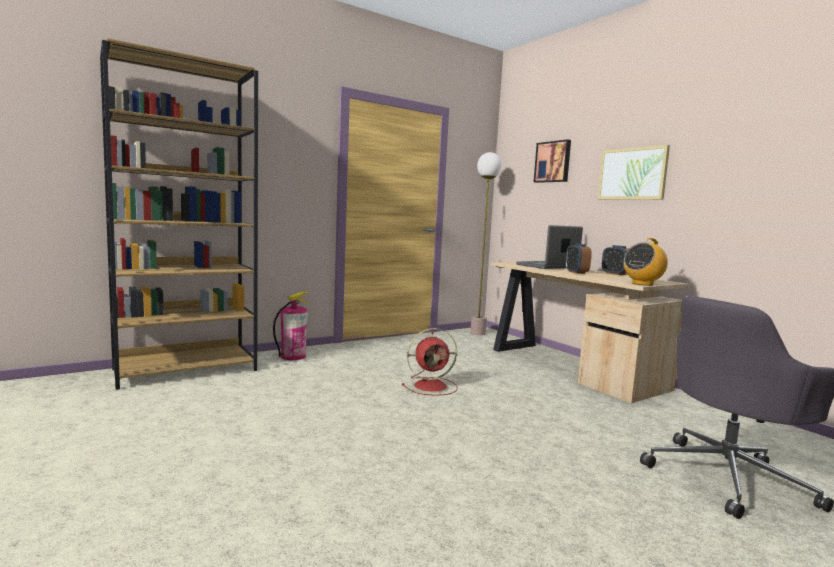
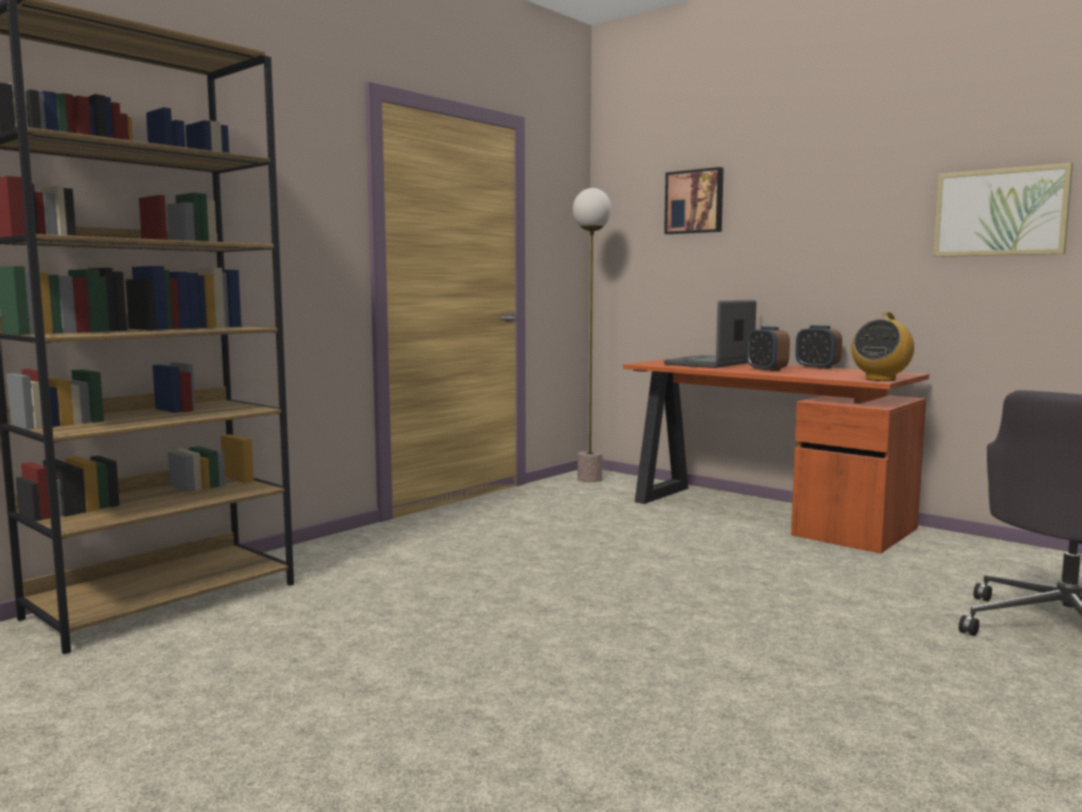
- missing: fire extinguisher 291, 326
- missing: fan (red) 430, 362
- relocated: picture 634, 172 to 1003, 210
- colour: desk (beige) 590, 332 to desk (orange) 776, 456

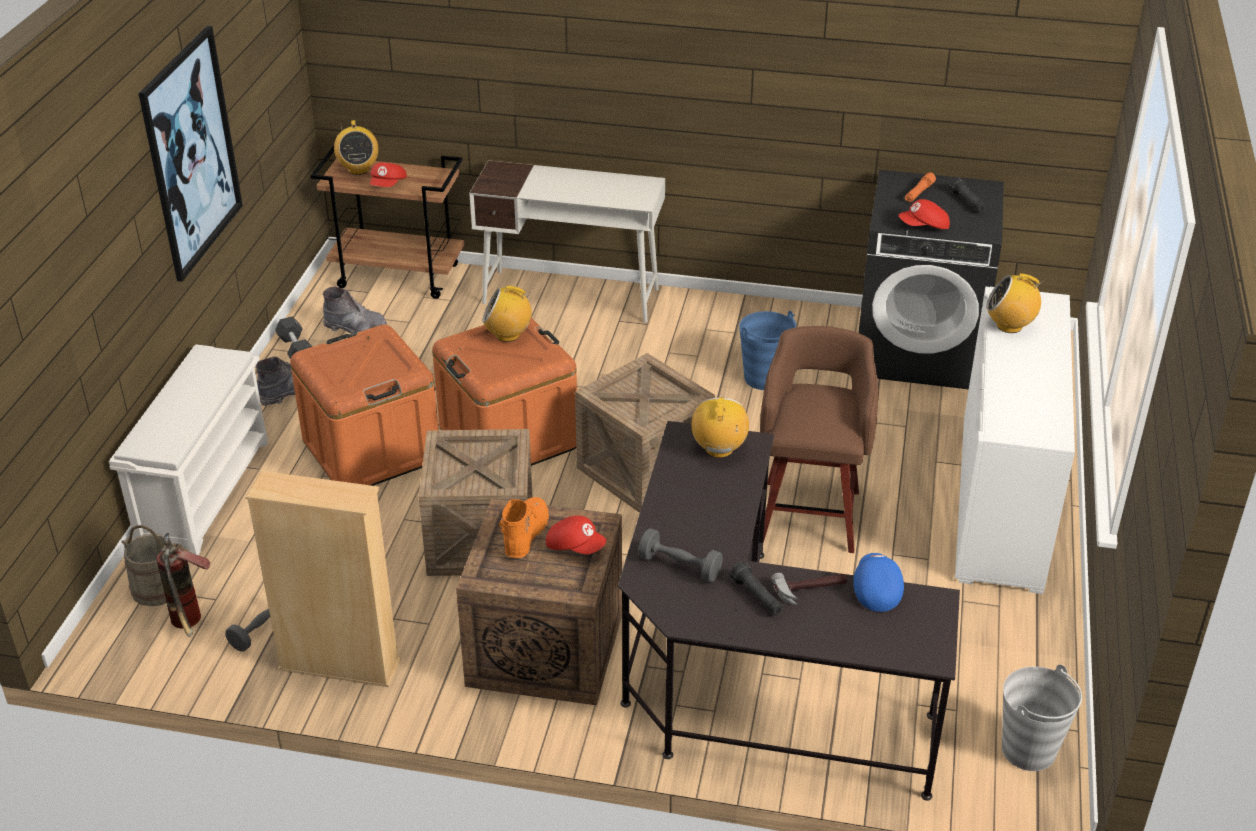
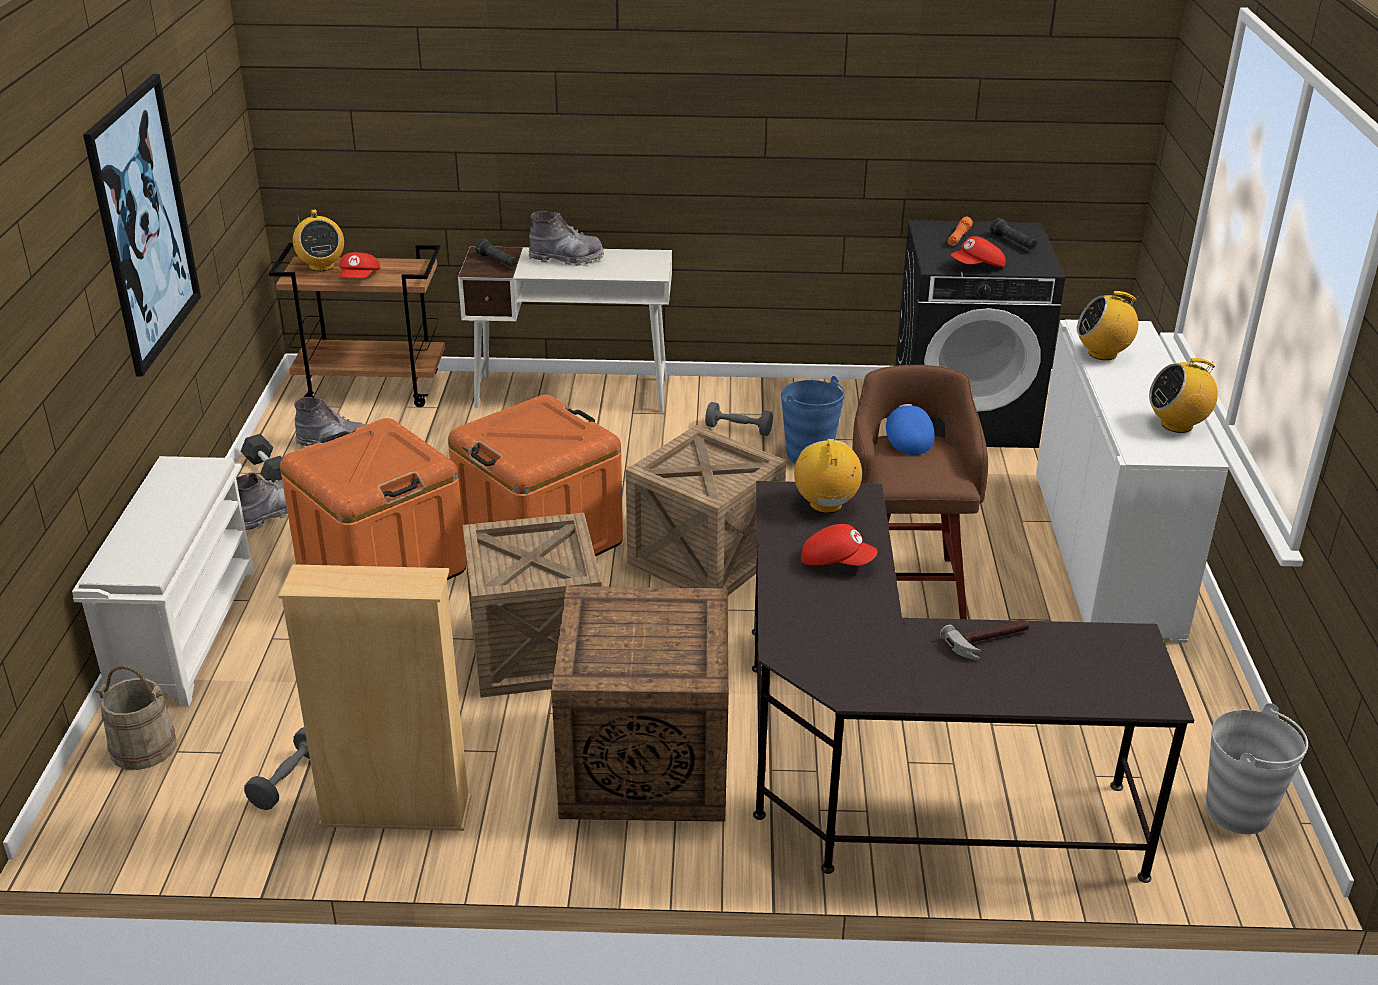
- missing: fire extinguisher 183, 585
- missing: boot (orange) 524, 527
- appeared: boot (grey) 566, 238
- relocated: radio 507, 314 to 1183, 395
- relocated: cap (red) 576, 535 to 839, 545
- relocated: dumbbell (grey) 680, 555 to 739, 419
- relocated: flashlight (black) 757, 588 to 496, 253
- relocated: cap (blue) 878, 582 to 910, 429

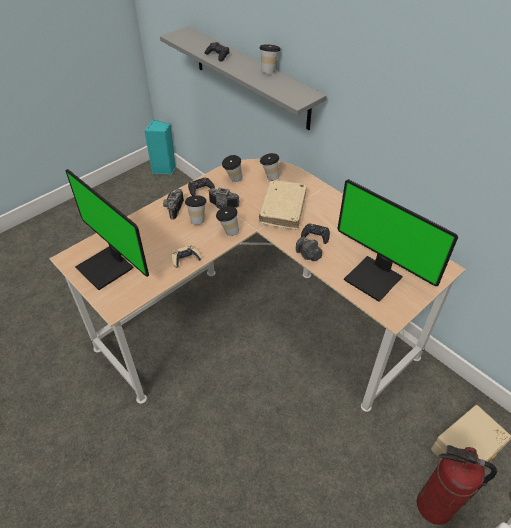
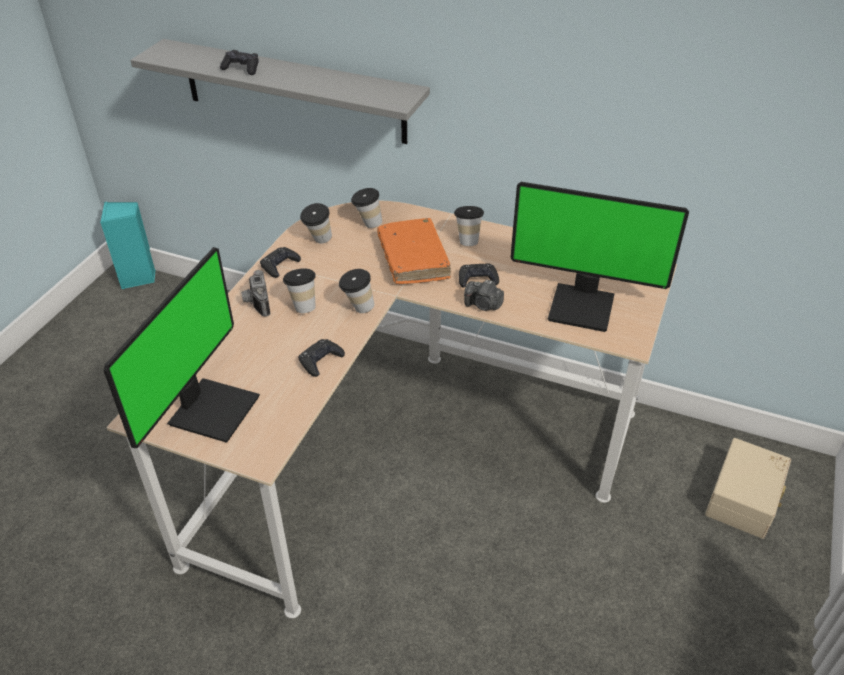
- missing: photo camera 223, 198
- missing: fire extinguisher 457, 485
- relocated: cup 270, 59 to 469, 226
- colour: game controller (beige) 186, 256 to game controller (black) 321, 358
- colour: book (beige) 283, 205 to book (orange) 414, 251
- spun: monitor 107, 229 = 181, 347 90 degrees counterclockwise

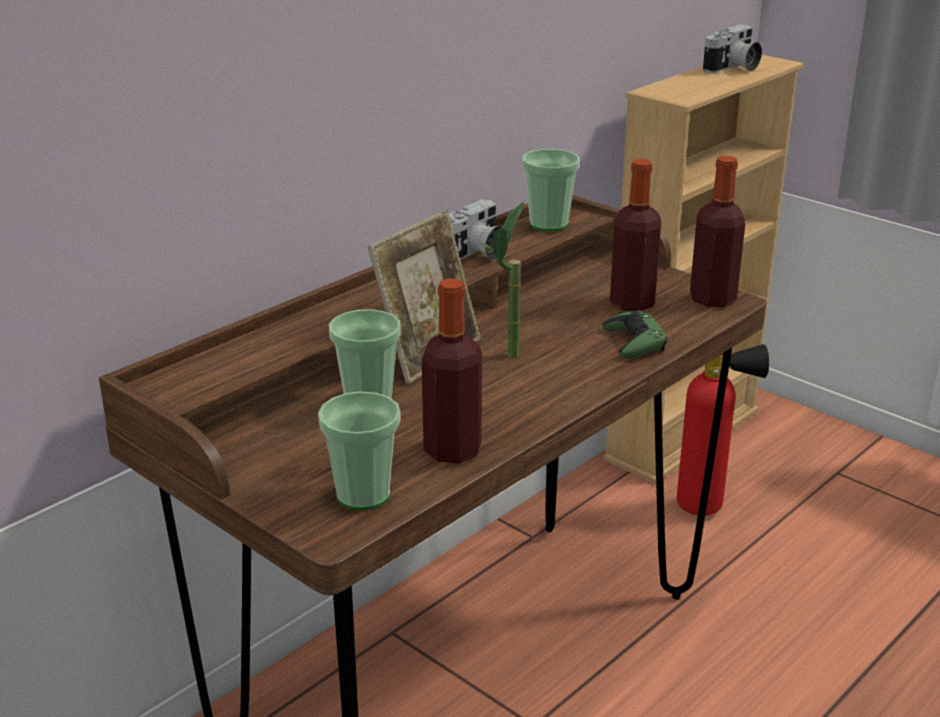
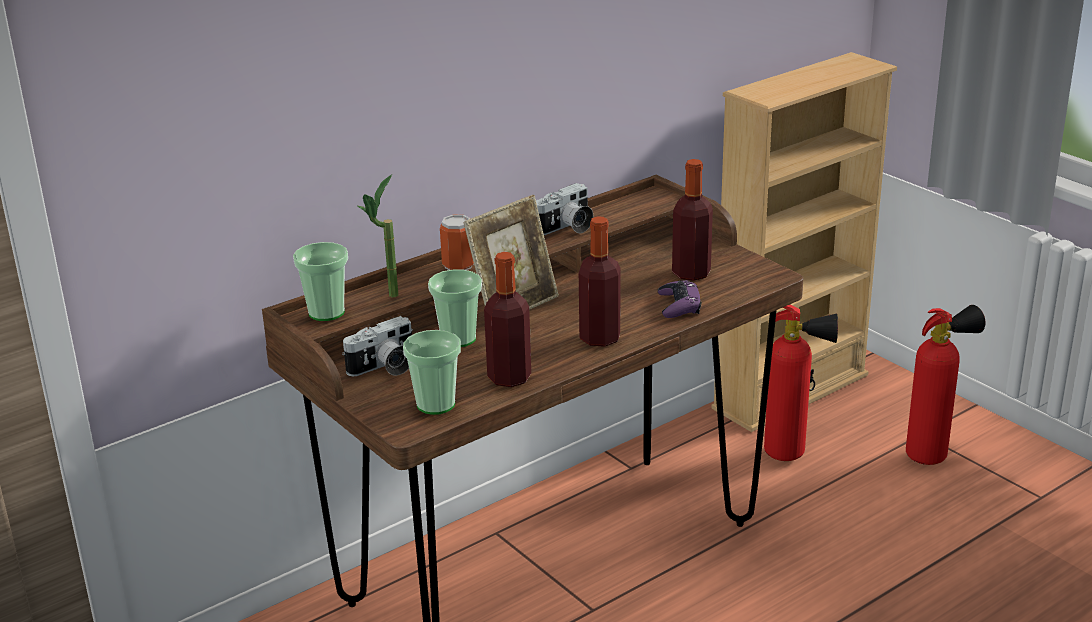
- appeared: can 457, 242
- appeared: fire extinguisher 946, 385
- relocated: potted plant 502, 280 to 378, 235
- relocated: cup 551, 190 to 320, 281
- relocated: bottle 717, 231 to 600, 281
- relocated: photo camera 732, 48 to 377, 346
- colour: game controller (green) 635, 334 to game controller (purple) 679, 299

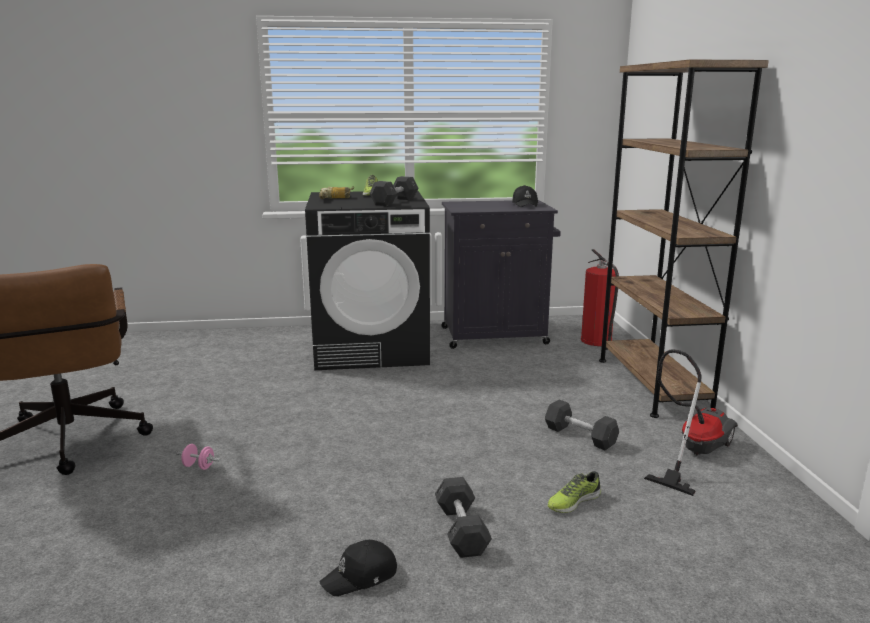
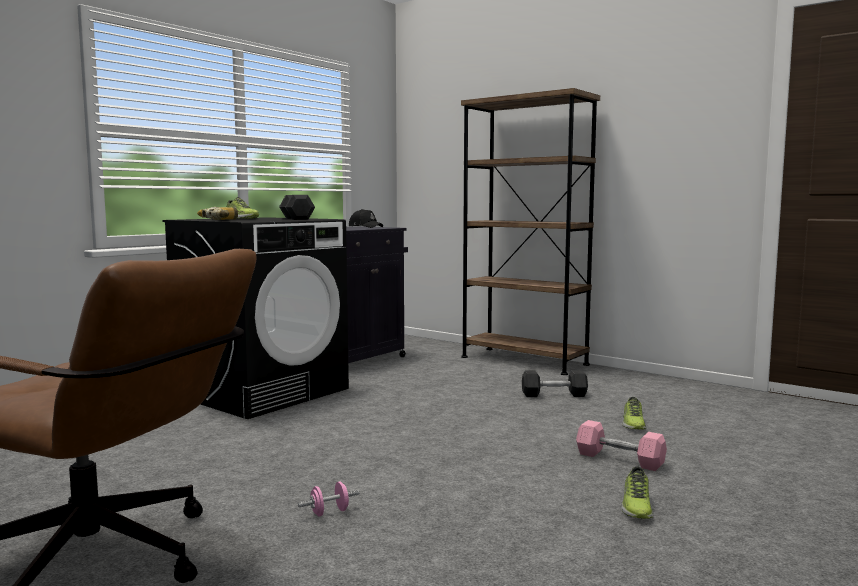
- missing: fire extinguisher 600, 297
- missing: vacuum cleaner 691, 422
- exchanged: cap (black) 358, 568 to shoe 637, 493
- colour: dumbbell (grey) 463, 517 to dumbbell (pink) 621, 445

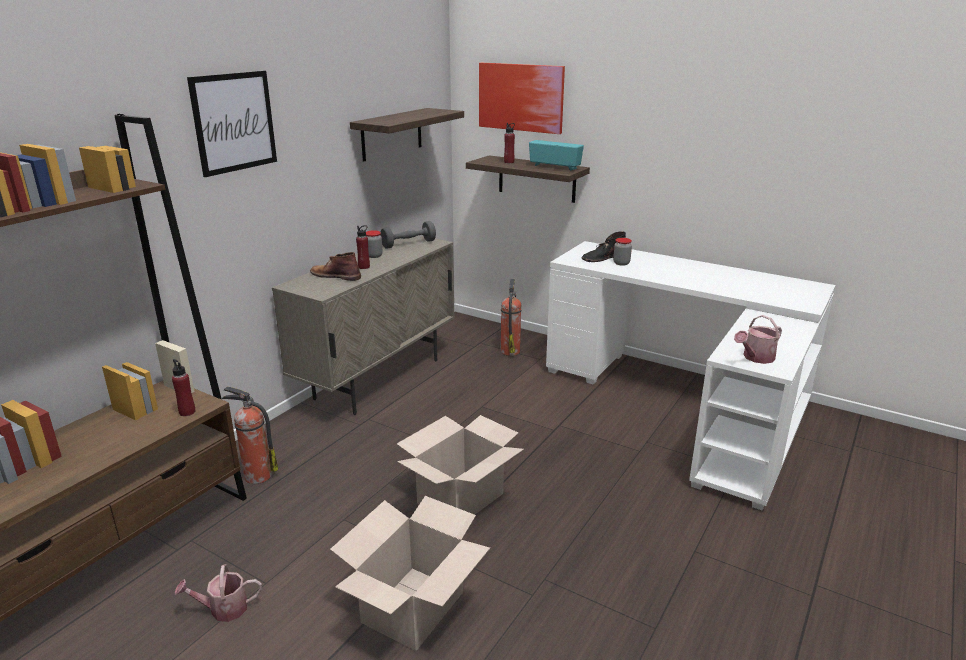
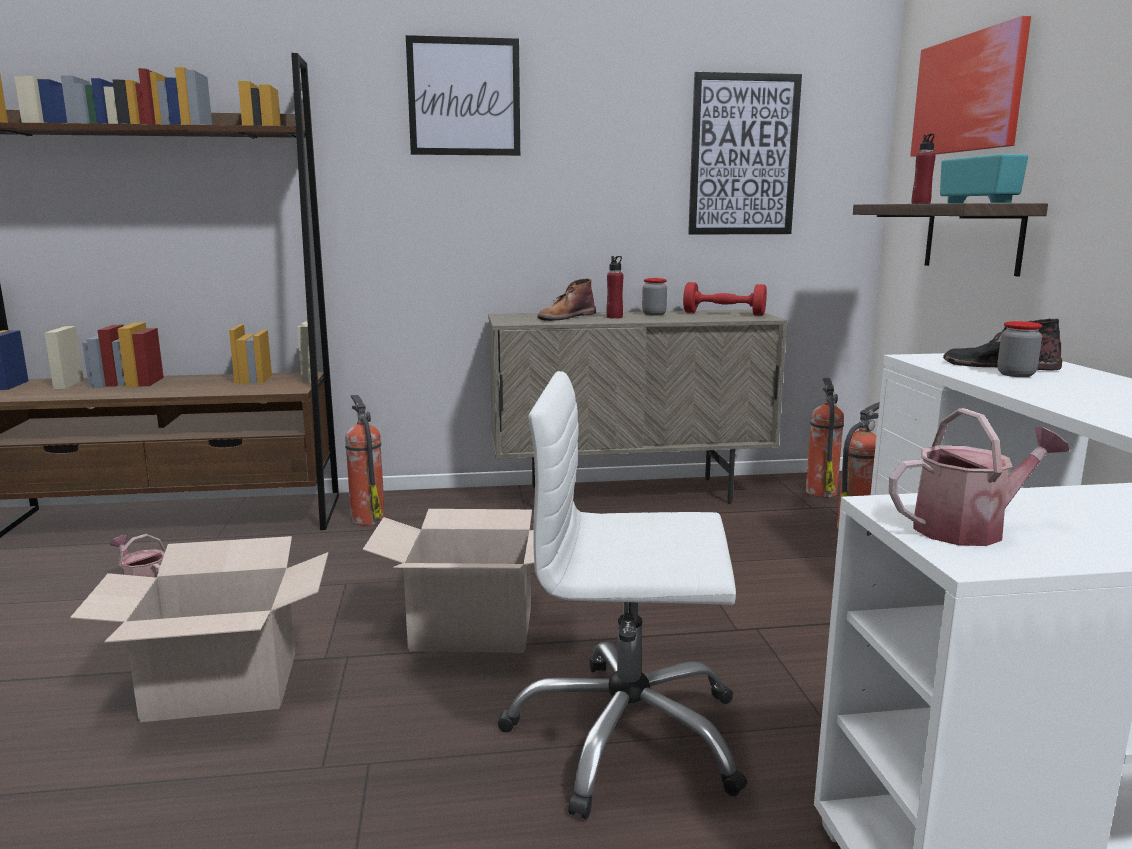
- missing: bottle (red) 183, 387
- appeared: office chair (white) 622, 595
- appeared: fire extinguisher 825, 437
- exchanged: shelf 407, 135 to picture 745, 153
- colour: dumbbell (grey) 408, 235 to dumbbell (red) 725, 299
- spun: boot (brown) 335, 266 = 566, 299 120 degrees counterclockwise
- spun: watering can 758, 339 = 979, 477 150 degrees clockwise

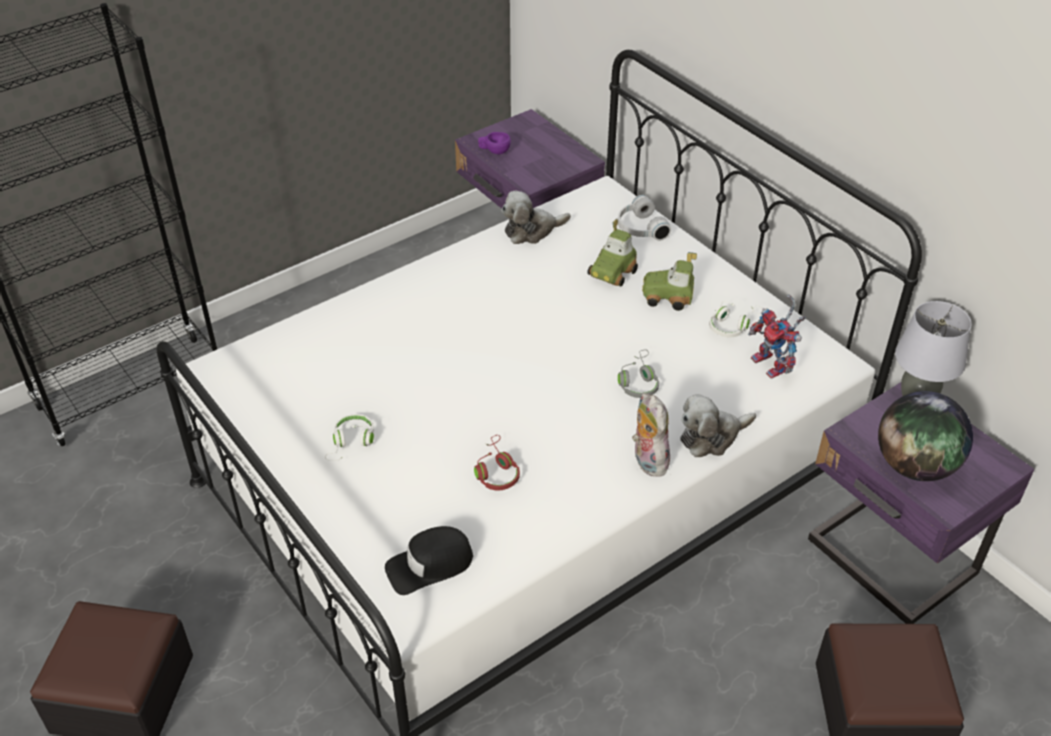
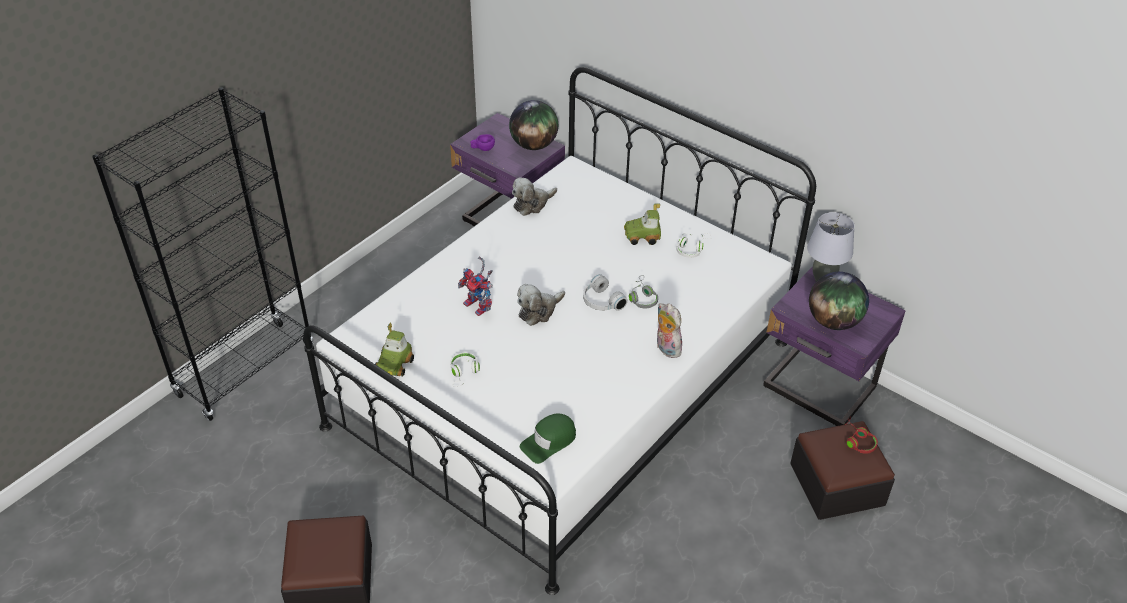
- appeared: globe 533, 125
- relocated: headphones (red) 497, 463 to 861, 435
- relocated: toy car 612, 253 to 394, 350
- relocated: headphones (white) 644, 218 to 605, 292
- relocated: plush toy 718, 425 to 541, 305
- relocated: toy robot 777, 337 to 475, 286
- colour: cap (black) 429, 560 to cap (green) 548, 439

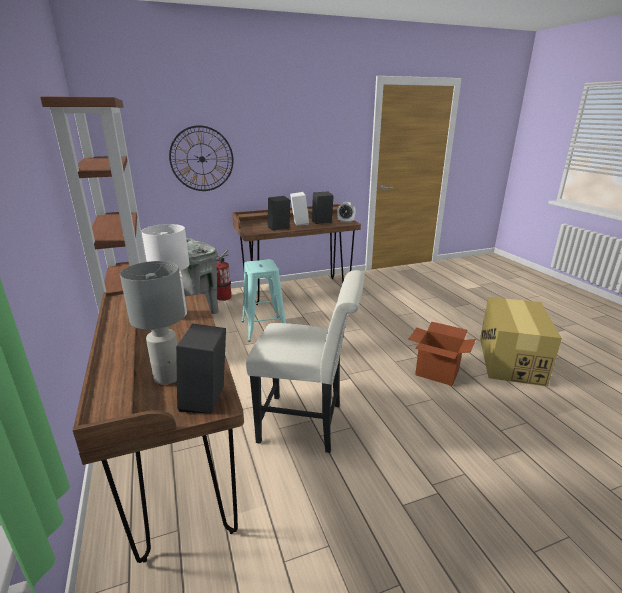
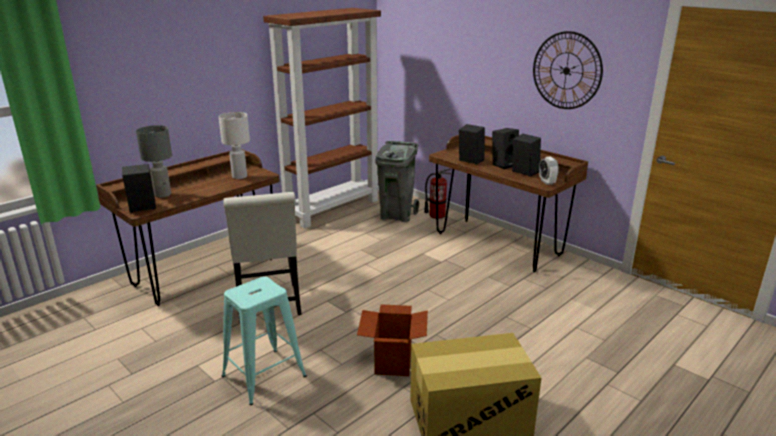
- relocated: wall clock 201, 158 to 568, 70
- relocated: stool (turquoise) 264, 300 to 264, 341
- colour: speaker (white) 299, 208 to speaker (black) 505, 148

